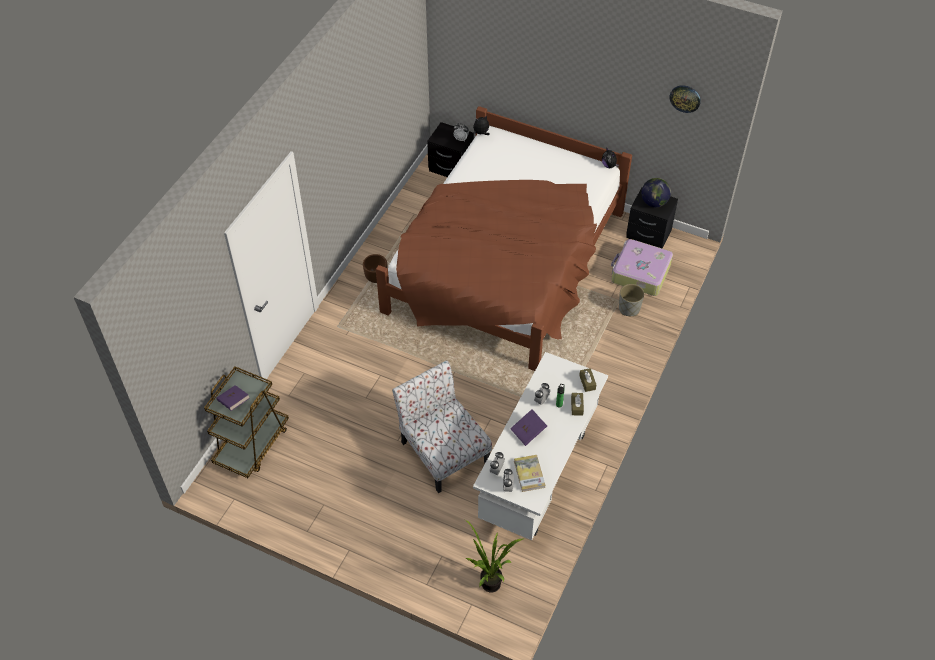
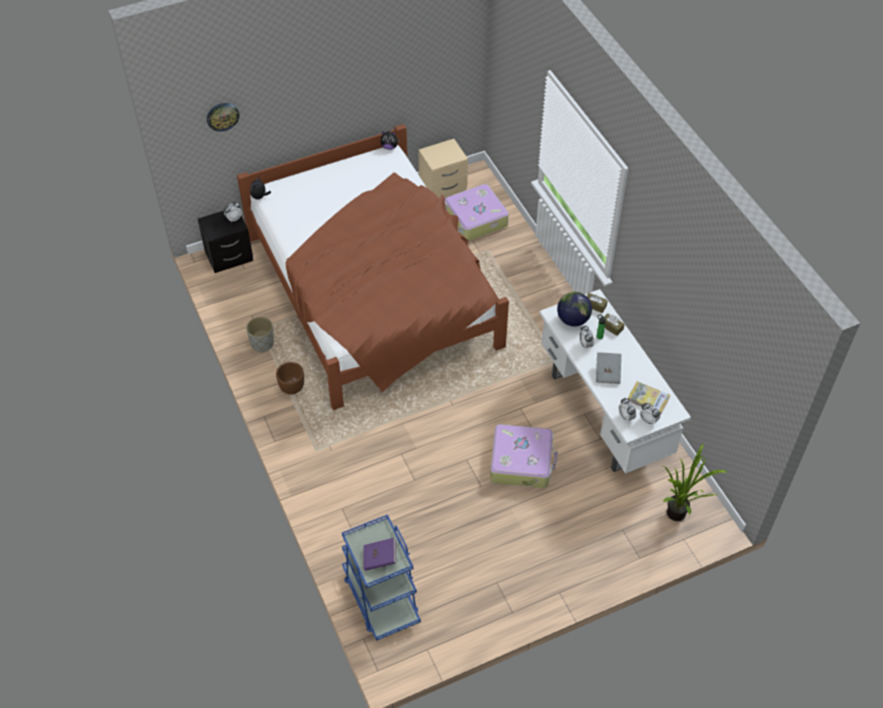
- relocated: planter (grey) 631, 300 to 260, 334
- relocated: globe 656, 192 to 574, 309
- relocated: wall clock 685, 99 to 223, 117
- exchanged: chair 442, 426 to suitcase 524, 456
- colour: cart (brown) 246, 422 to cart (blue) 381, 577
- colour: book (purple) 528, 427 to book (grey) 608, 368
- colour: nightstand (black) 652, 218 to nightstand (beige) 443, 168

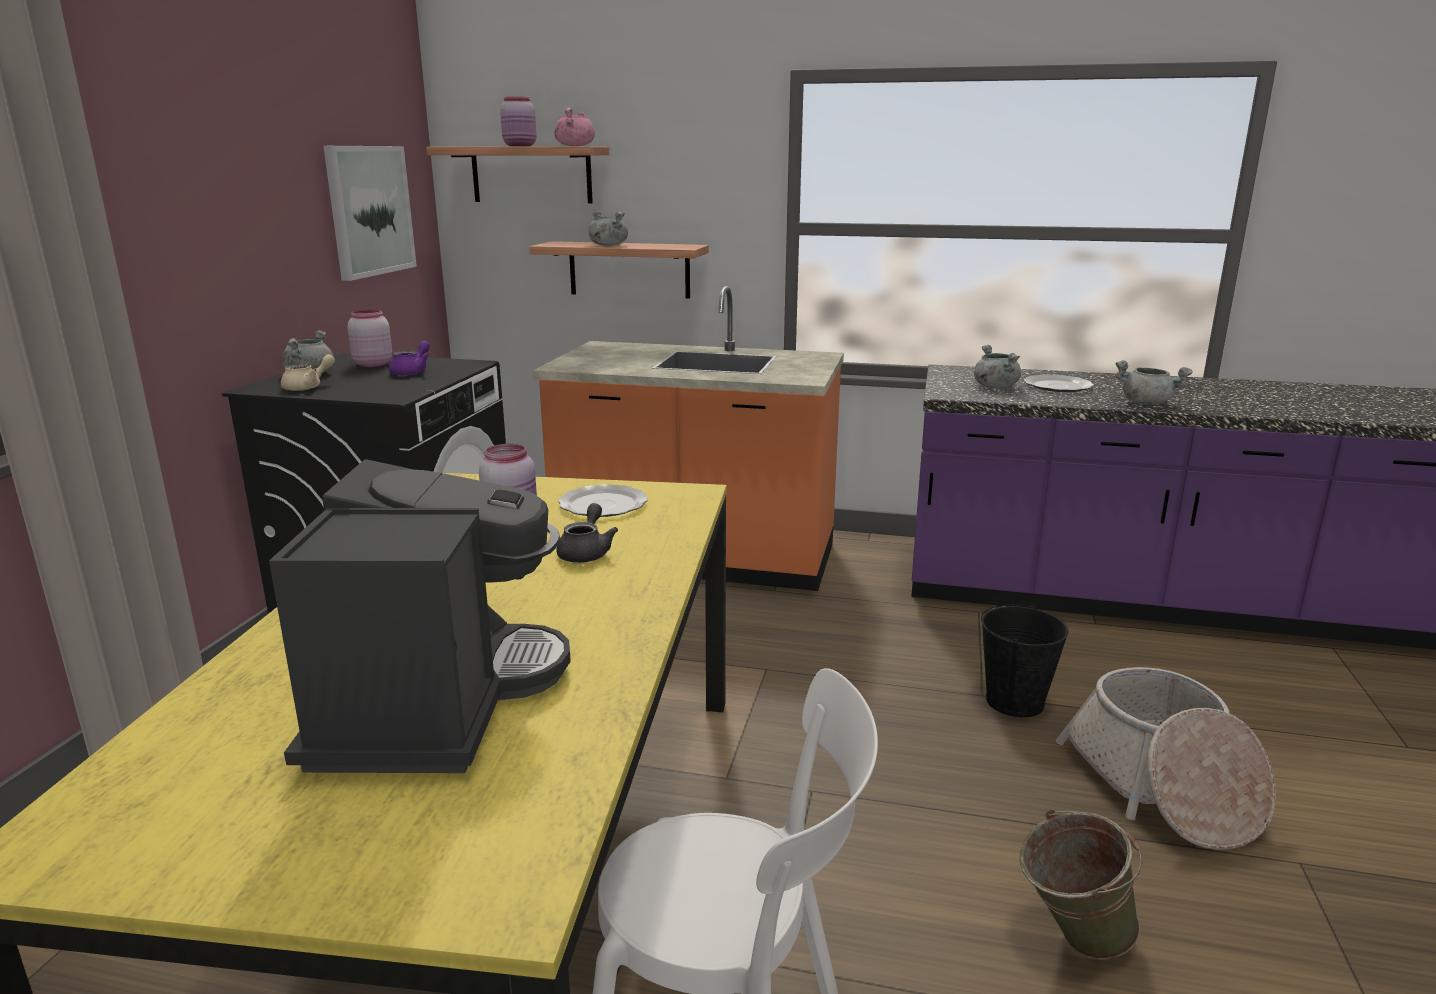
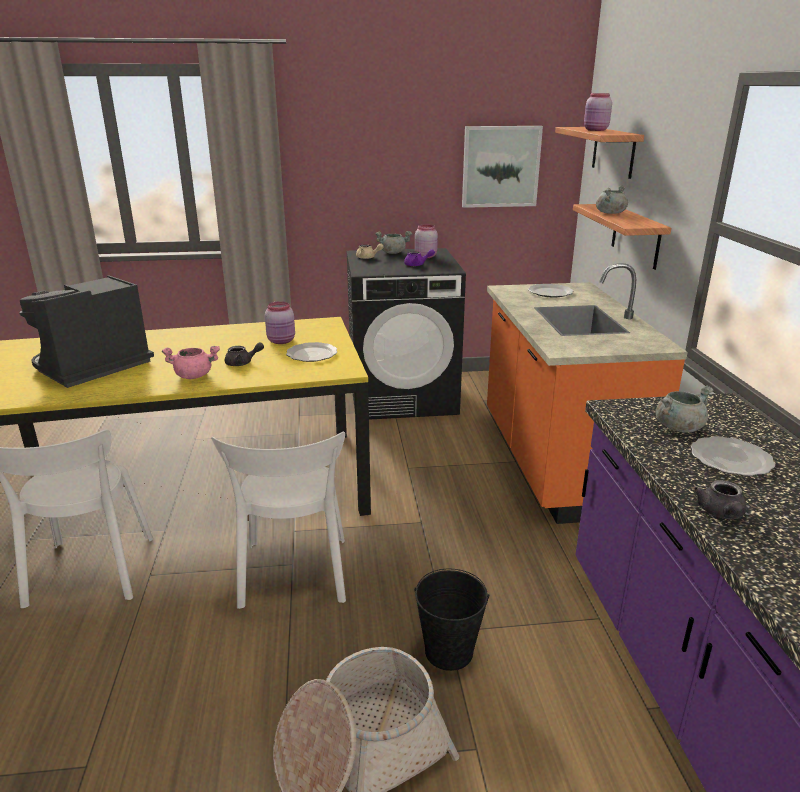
- missing: bucket (green) 1081, 884
- appeared: chair (white) 278, 520
- appeared: plate 550, 290
- relocated: cooking pot (pink) 575, 127 to 191, 362
- exchanged: cooking pot (grey) 1154, 382 to teapot (grey) 720, 499
- spun: coffee machine 420, 616 = 86, 332 150 degrees clockwise

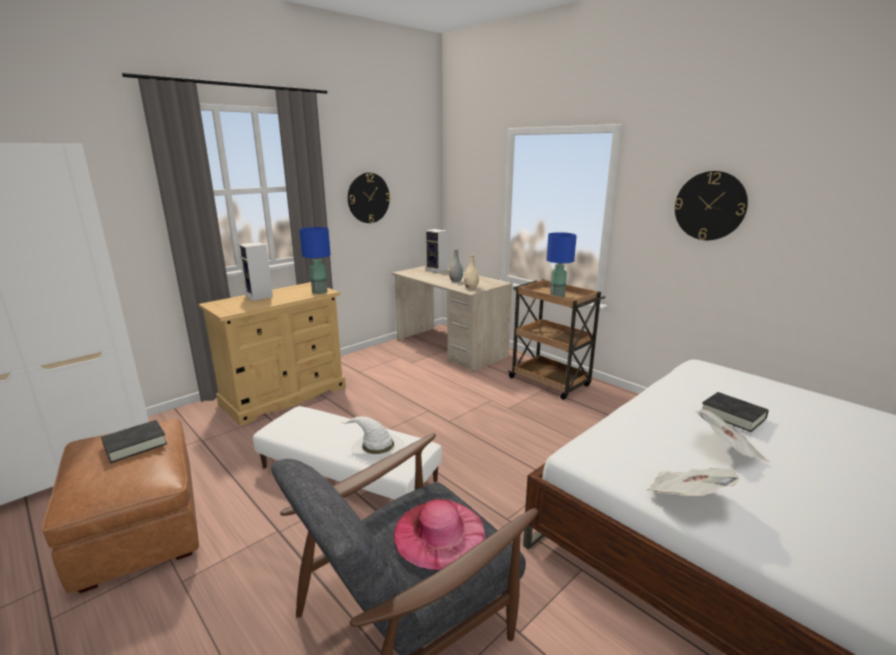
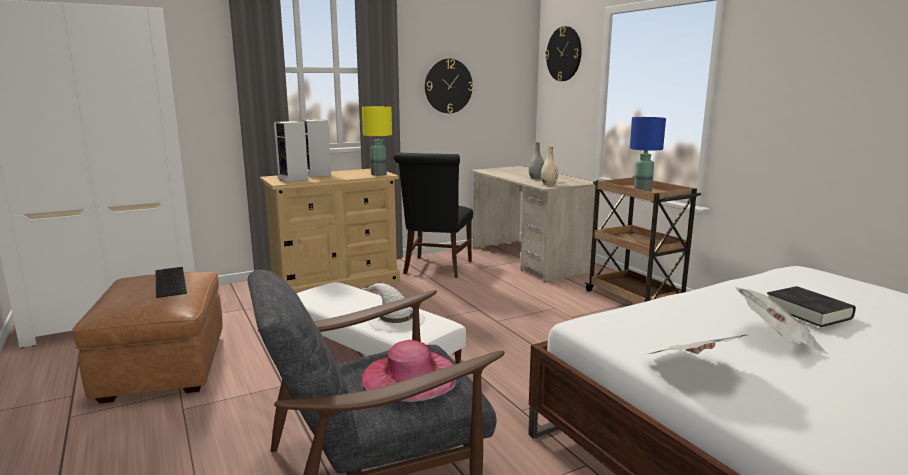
- appeared: chair (black) 433, 215
- relocated: speaker 436, 251 to 291, 151
- relocated: wall clock 711, 205 to 563, 53
- exchanged: book (black) 134, 441 to keyboard 171, 282
- colour: table lamp (blue) 315, 260 to table lamp (yellow) 377, 141

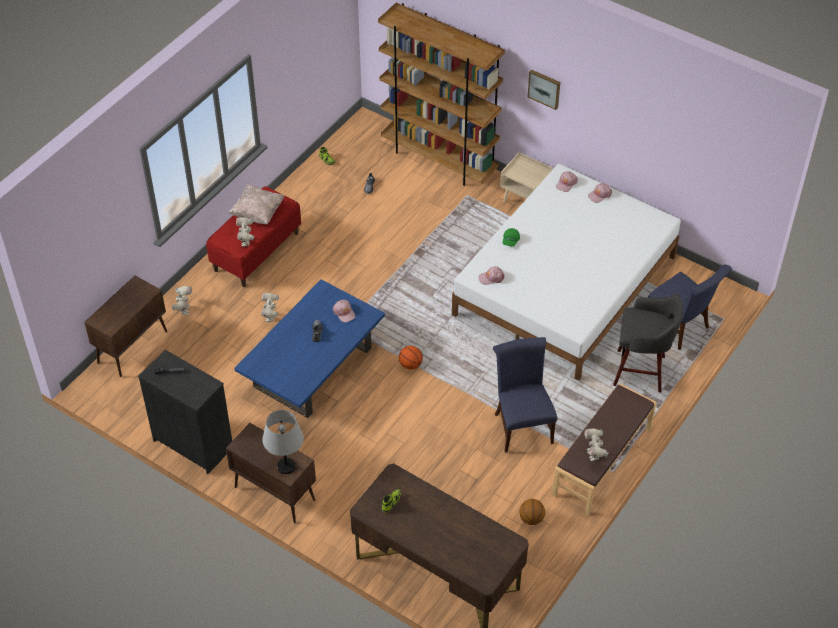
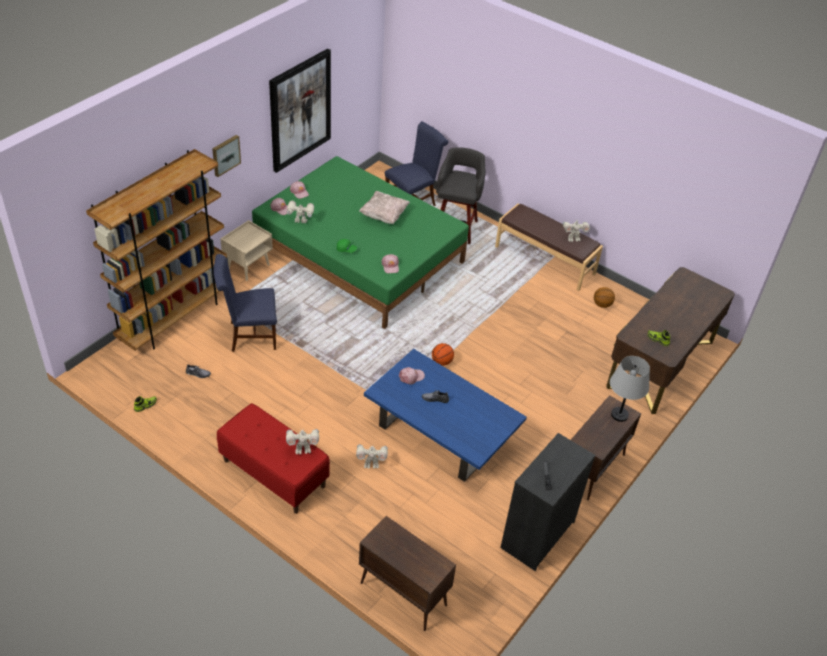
- appeared: picture 300, 111
- relocated: toy robot 181, 300 to 300, 212
- relocated: pillow (beige) 257, 204 to 384, 207
- relocated: chair (blue) 525, 395 to 245, 303
- colour: bed (white) 566, 272 to bed (green) 360, 242

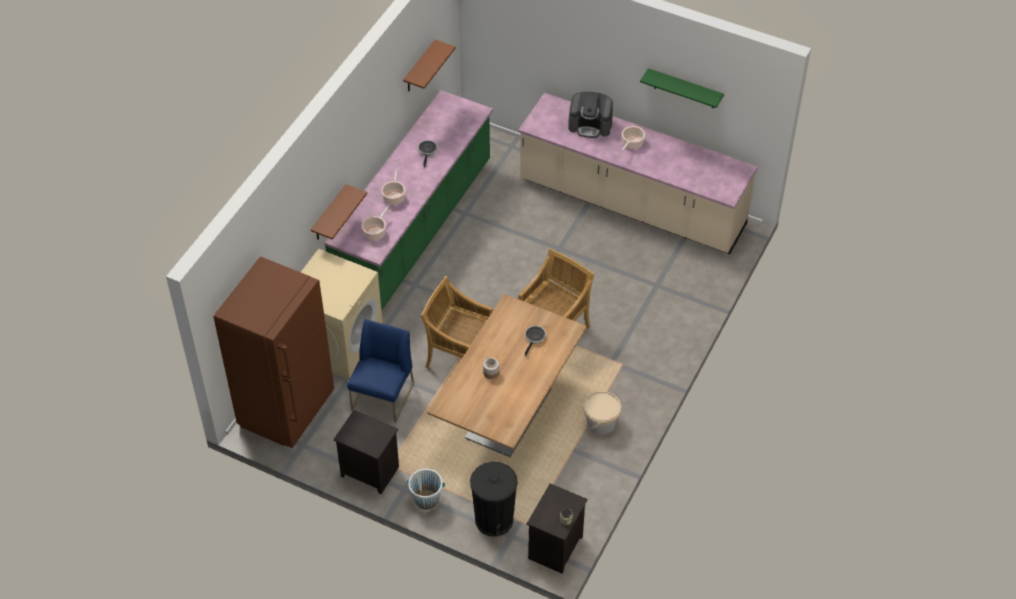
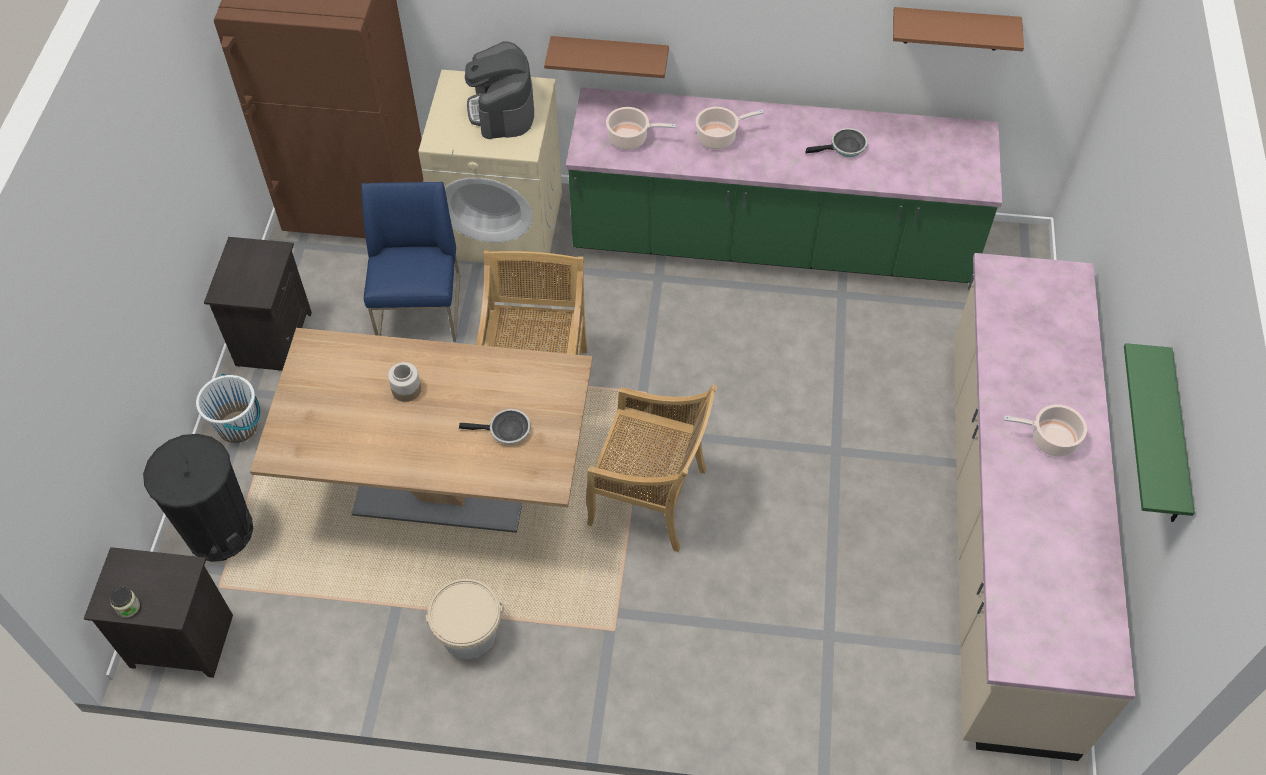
- relocated: coffee machine 590, 115 to 499, 90
- spun: chair (blue) 380, 371 = 410, 262 90 degrees counterclockwise

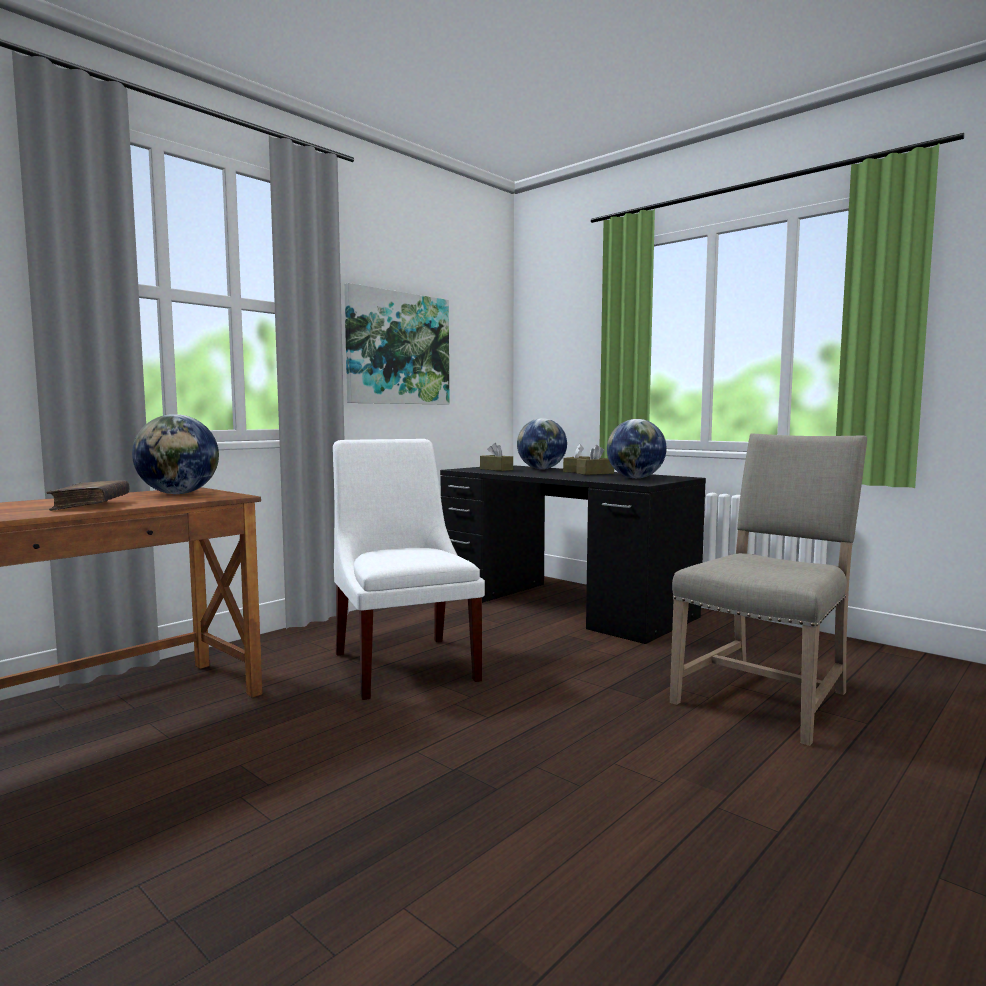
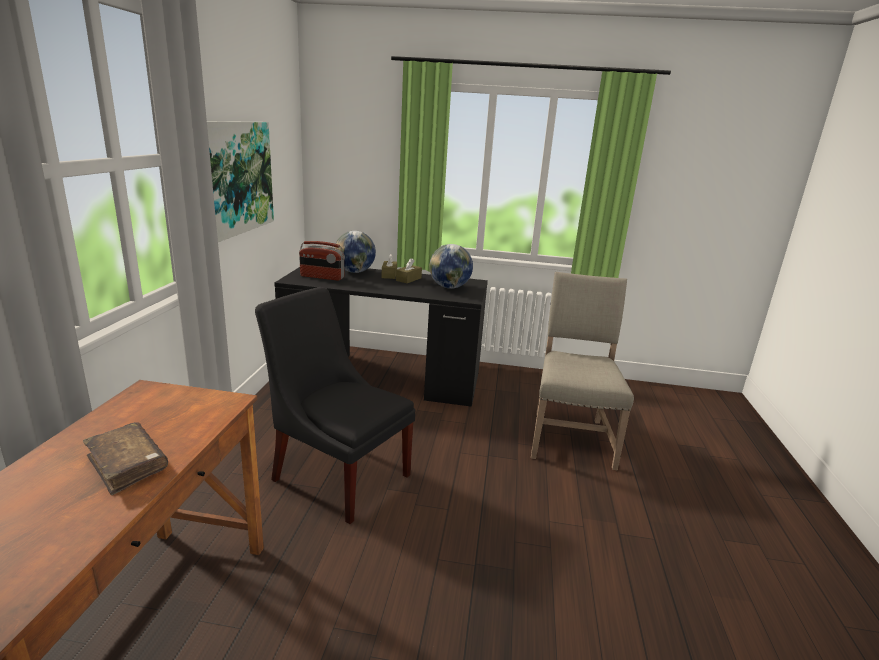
- missing: globe 175, 454
- exchanged: tissue box (brown) 496, 457 to radio 322, 261
- colour: chair (white) 409, 569 to chair (black) 335, 405

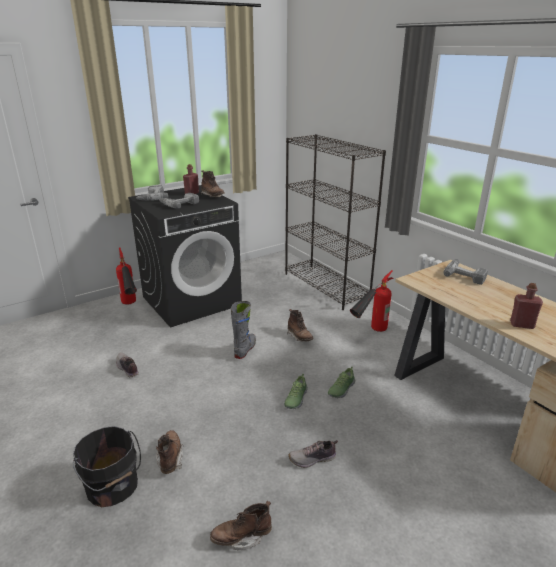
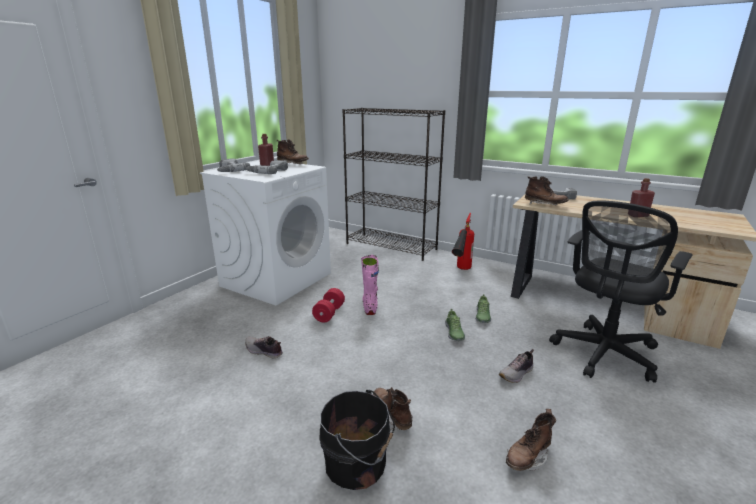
- missing: fire extinguisher 126, 276
- appeared: dumbbell (red) 328, 305
- appeared: office chair (black) 620, 291
- relocated: boot (brown) 300, 325 to 547, 191
- colour: washing machine (black) 185, 256 to washing machine (white) 265, 233
- colour: boot (grey) 243, 330 to boot (pink) 370, 285

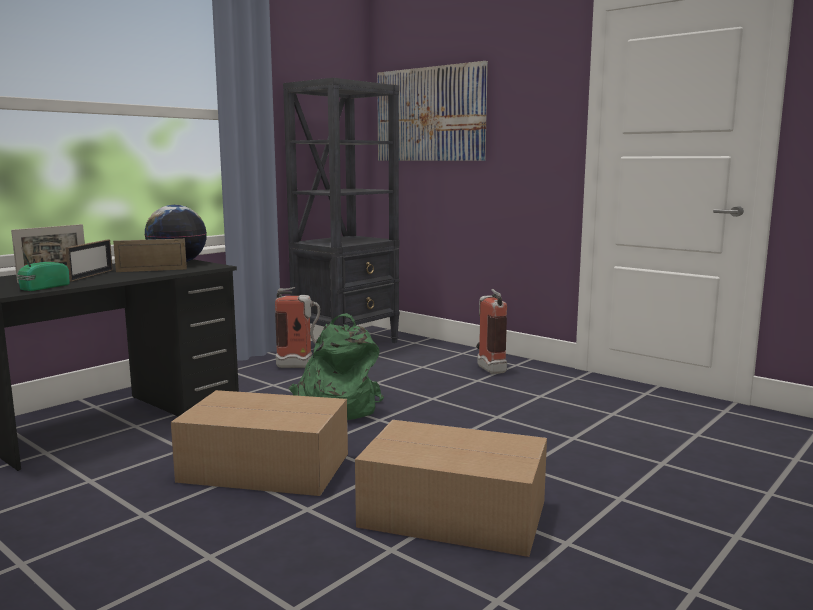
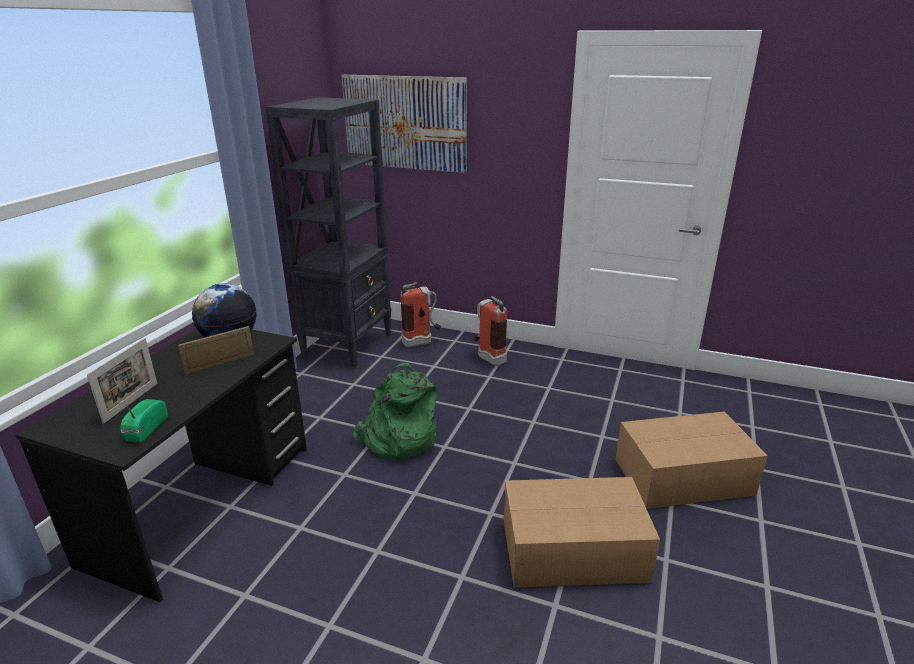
- missing: picture frame 89, 260
- relocated: cardboard box 259, 443 to 692, 460
- relocated: fire extinguisher 297, 327 to 421, 314

